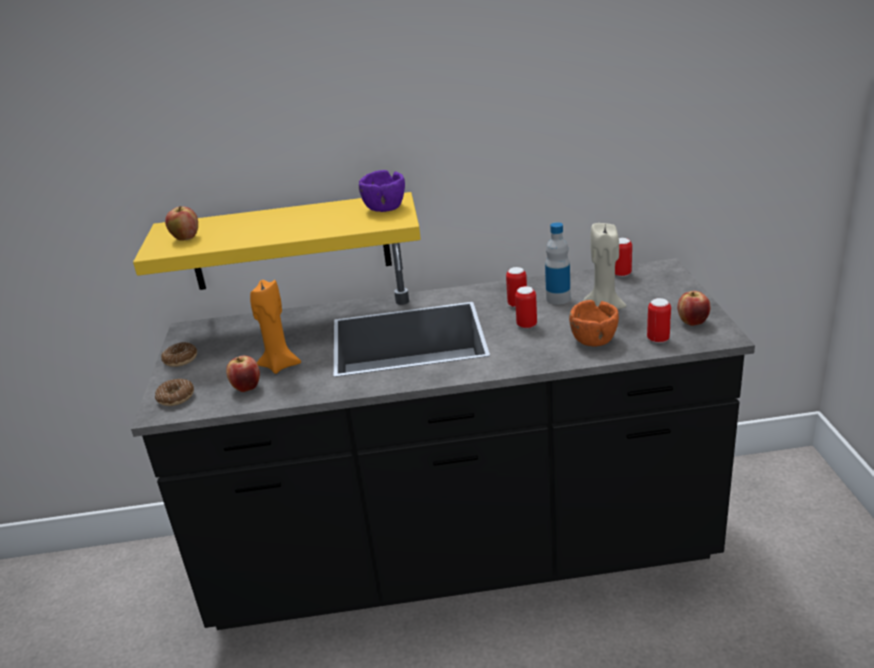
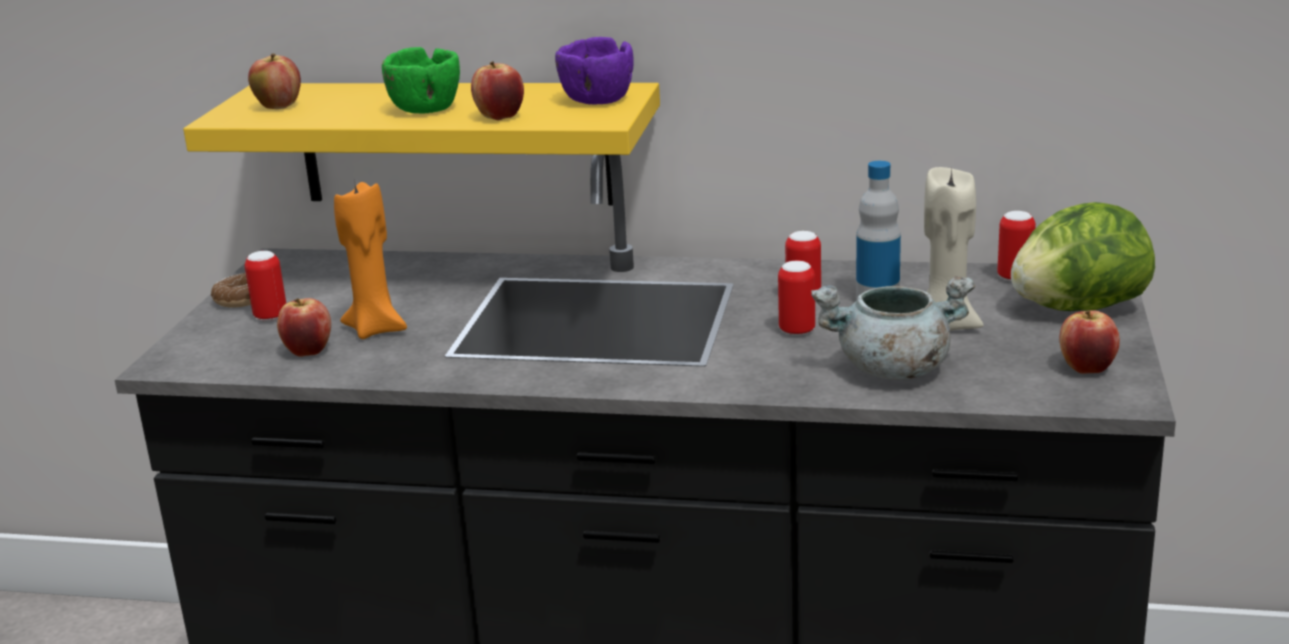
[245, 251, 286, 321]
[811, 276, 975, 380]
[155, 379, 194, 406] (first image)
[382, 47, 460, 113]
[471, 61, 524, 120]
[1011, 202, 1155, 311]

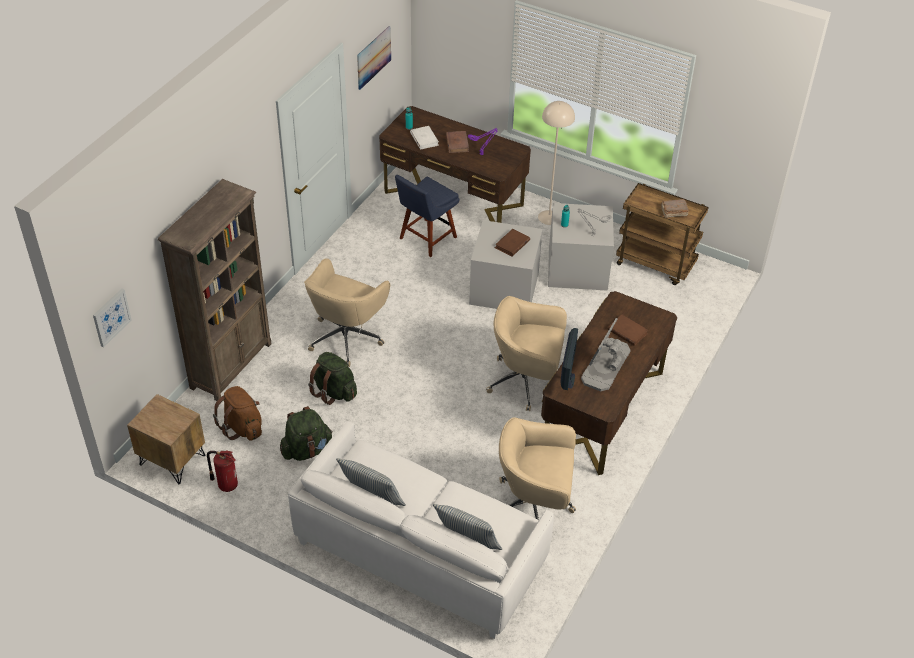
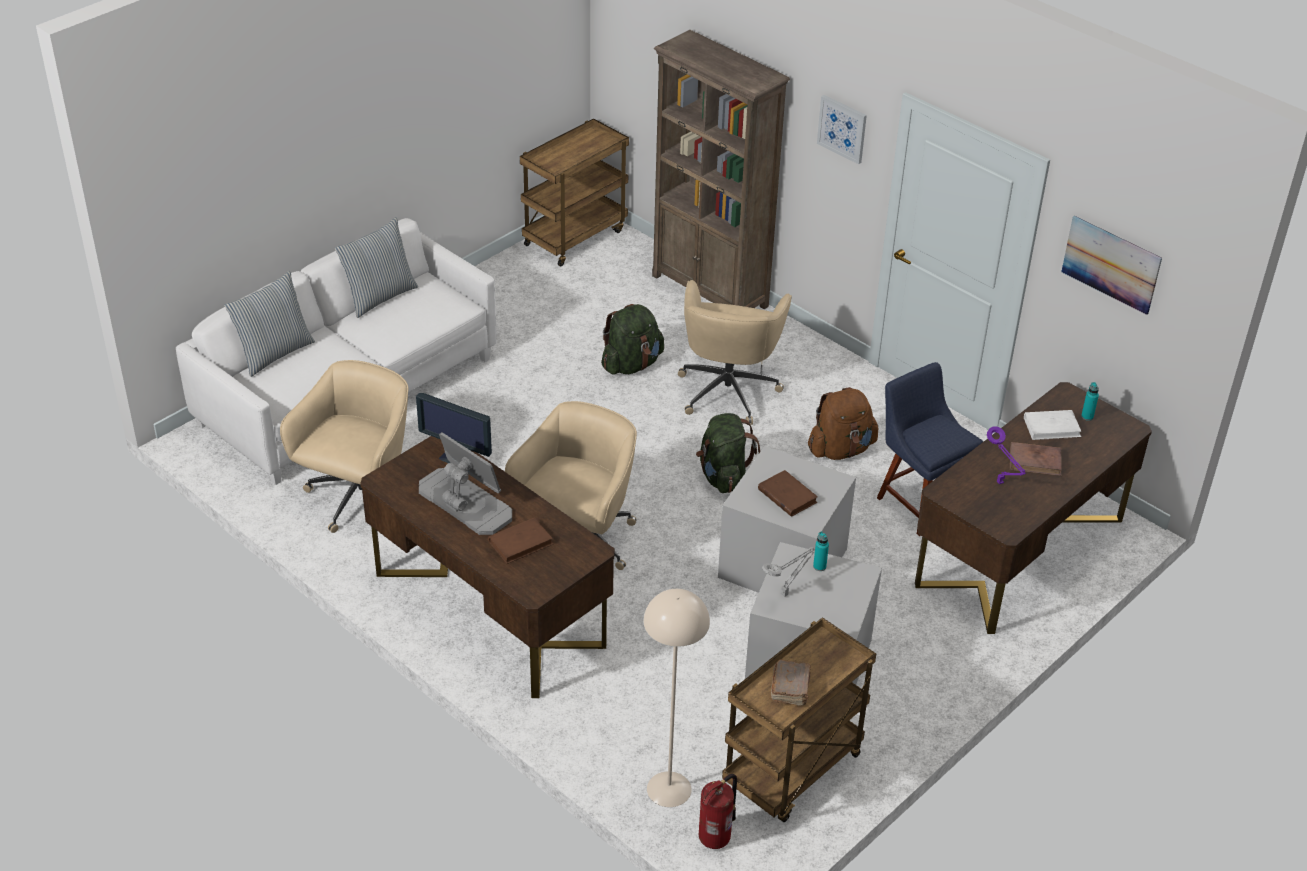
[643, 589, 710, 807]
[678, 280, 792, 425]
[817, 95, 867, 164]
[808, 387, 878, 460]
[520, 119, 629, 267]
[696, 413, 761, 493]
[699, 774, 737, 849]

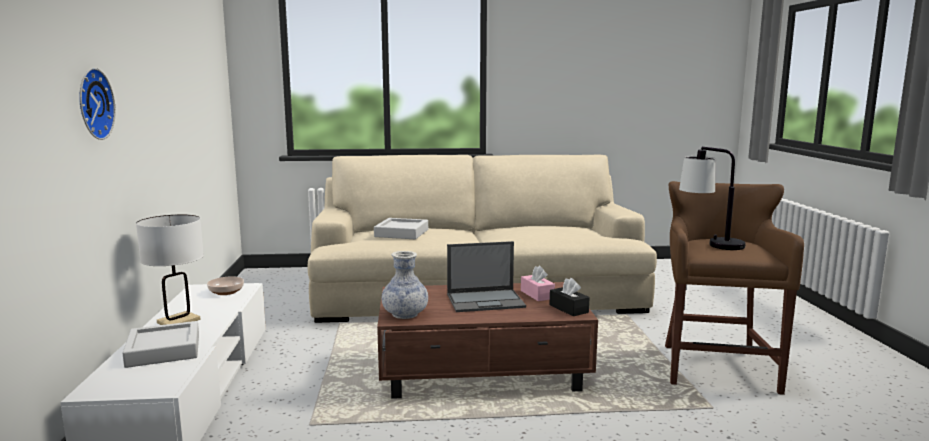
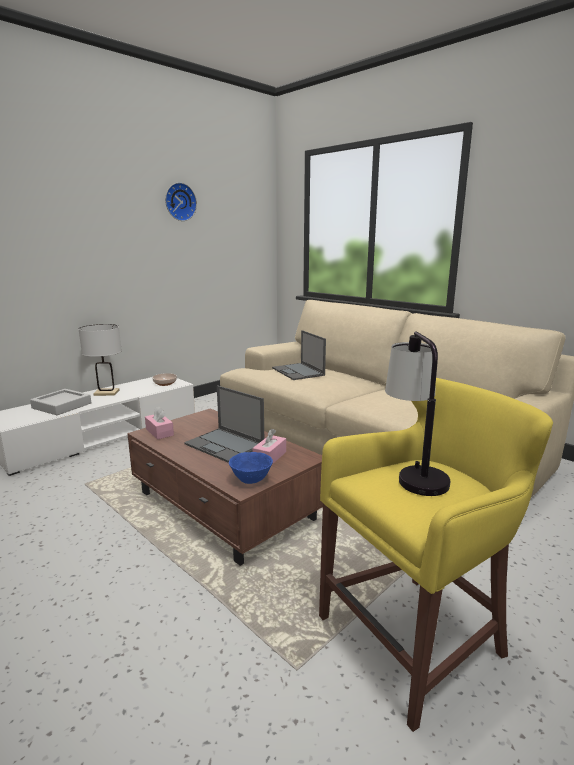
[165, 182, 197, 221]
[319, 378, 553, 732]
[272, 330, 326, 380]
[145, 406, 174, 440]
[229, 452, 273, 484]

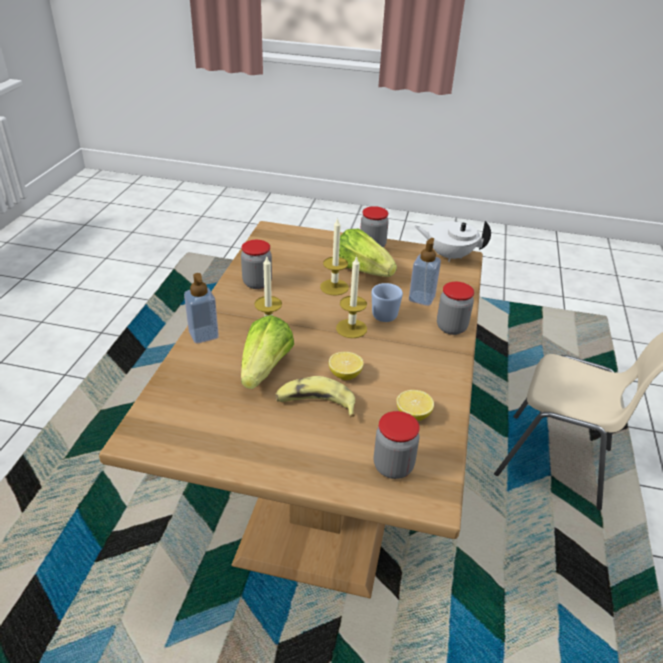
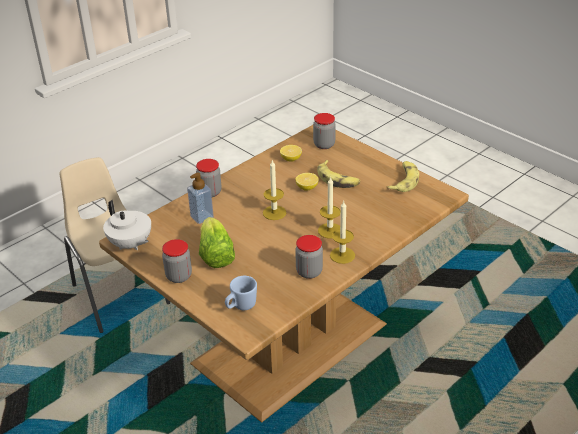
[330, 201, 355, 264]
[184, 273, 219, 344] (first image)
[225, 276, 257, 310]
[241, 315, 294, 389] (first image)
[386, 161, 419, 192]

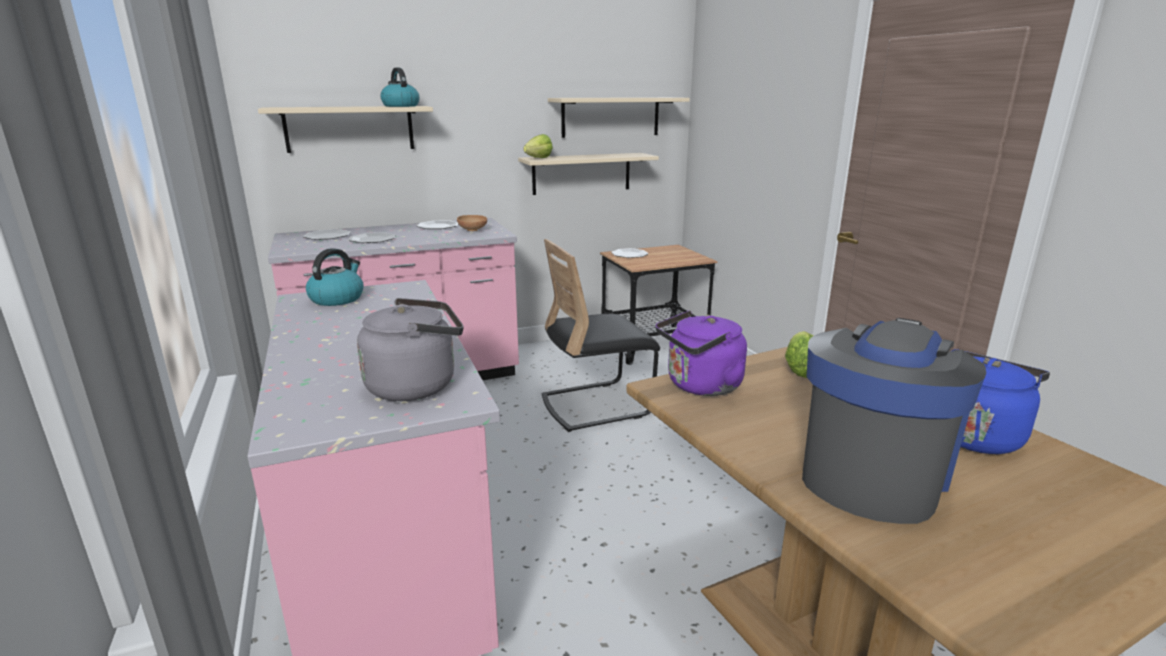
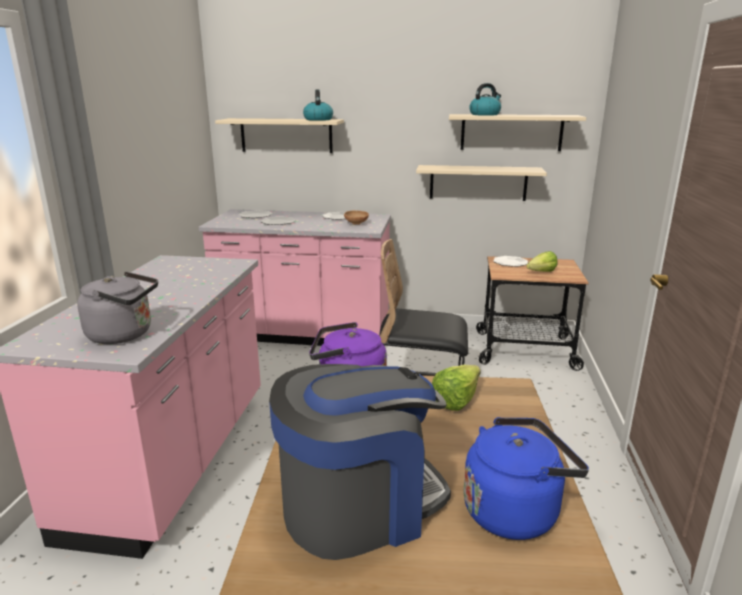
[527, 251, 558, 272]
[469, 83, 501, 116]

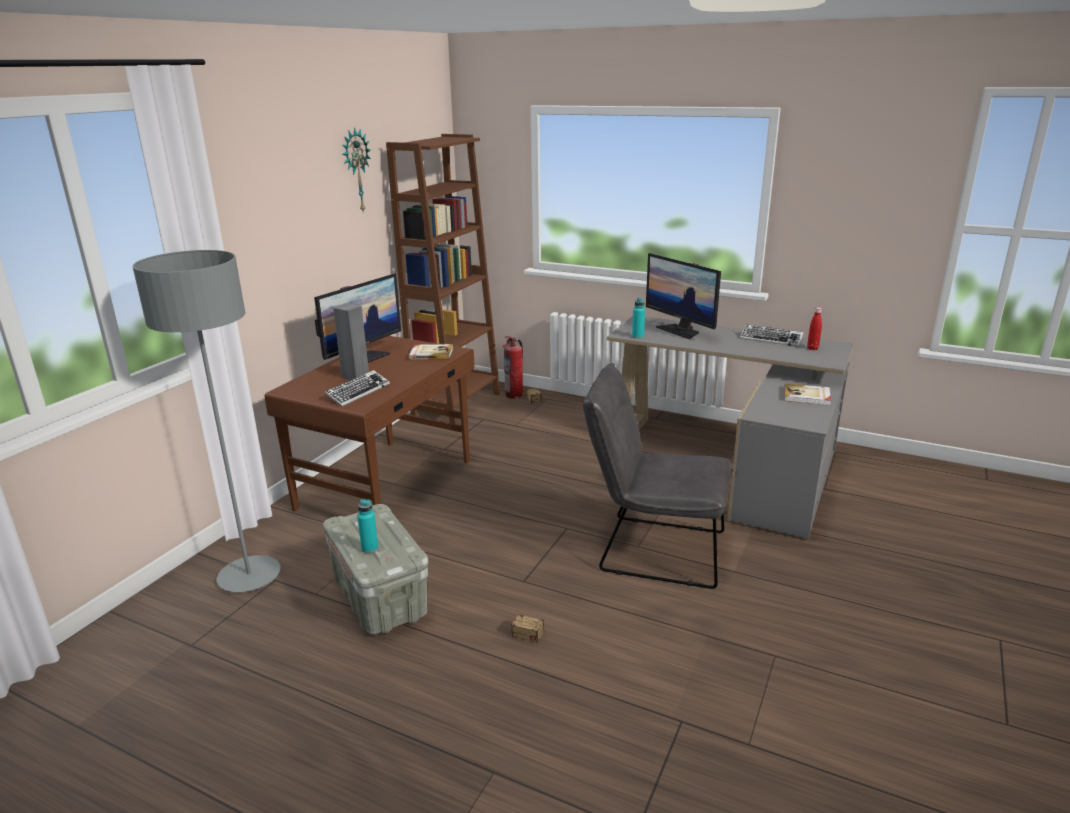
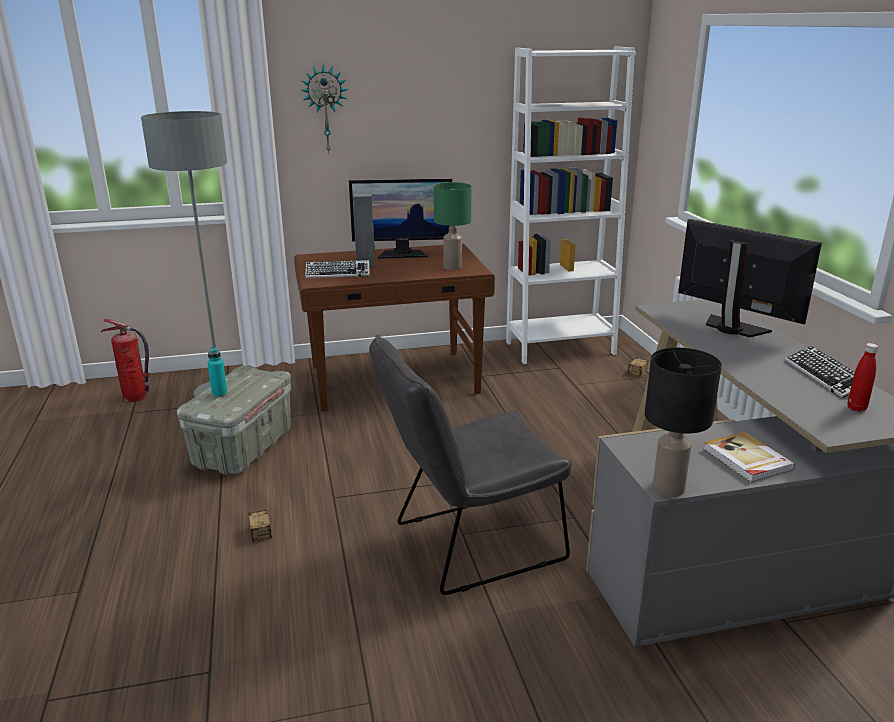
[300, 65, 349, 154]
[506, 47, 636, 364]
[678, 219, 822, 338]
[632, 298, 645, 339] (first image)
[101, 319, 149, 402]
[434, 182, 472, 270]
[369, 334, 573, 595]
[645, 348, 722, 497]

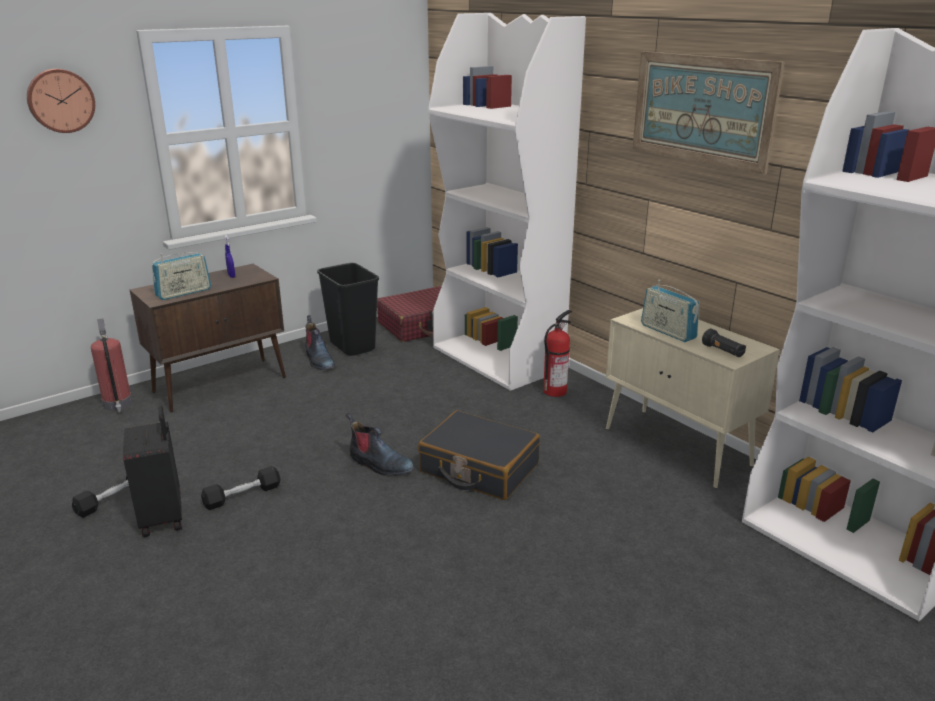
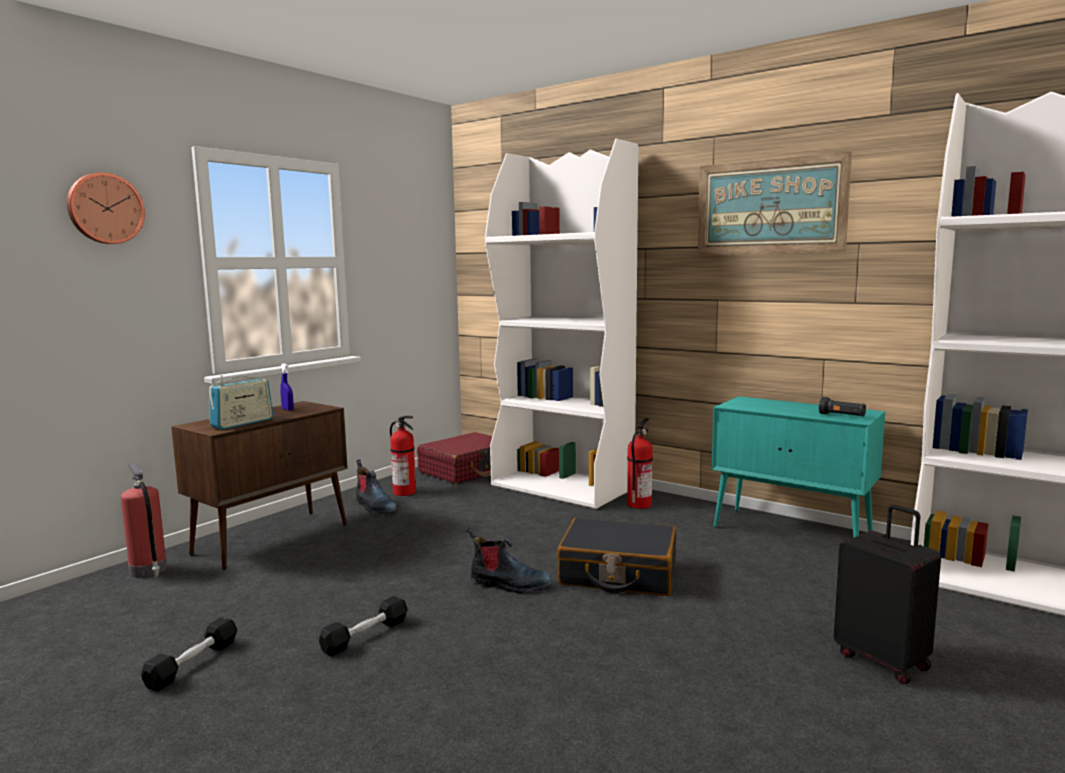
[390, 416, 416, 496]
[641, 280, 699, 342] (first image)
[712, 396, 885, 538]
[834, 505, 941, 684]

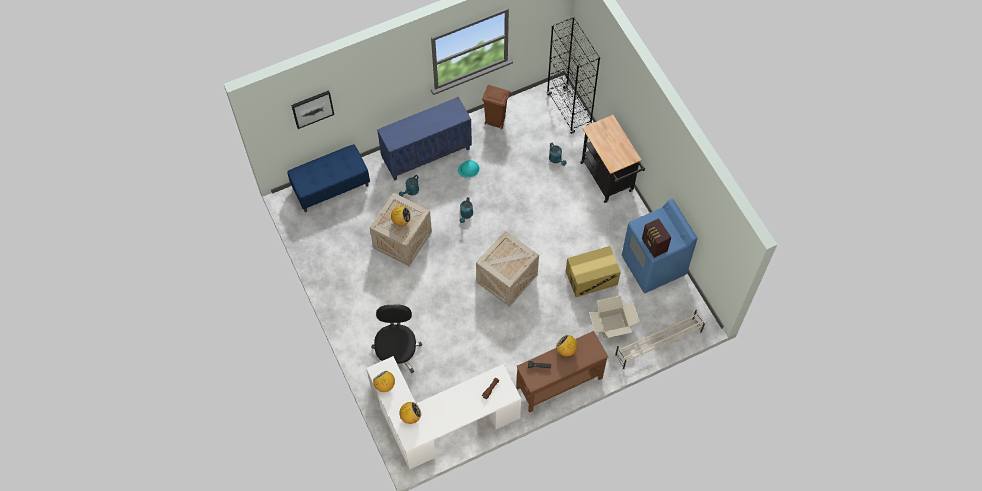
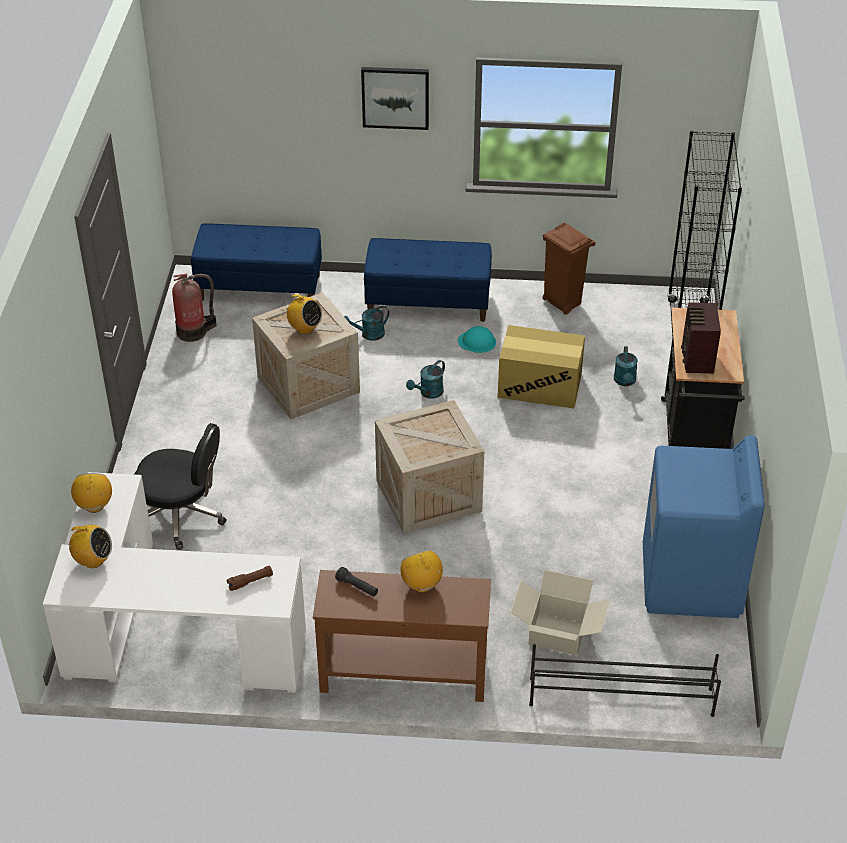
[361, 67, 429, 130]
[364, 238, 492, 322]
[681, 302, 721, 374]
[498, 325, 585, 409]
[134, 423, 227, 550]
[529, 644, 721, 717]
[172, 274, 217, 342]

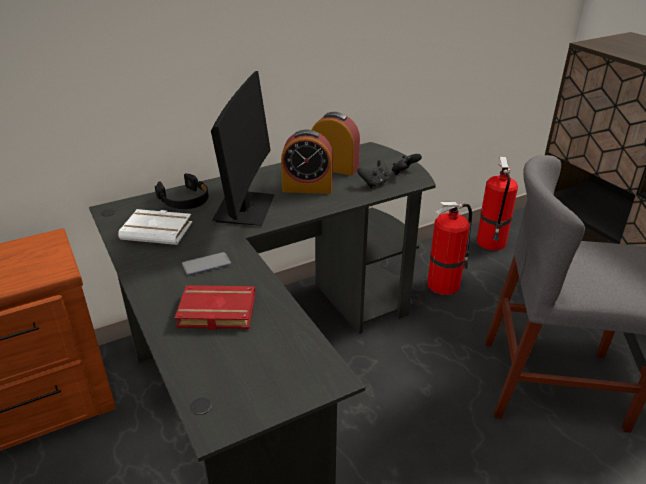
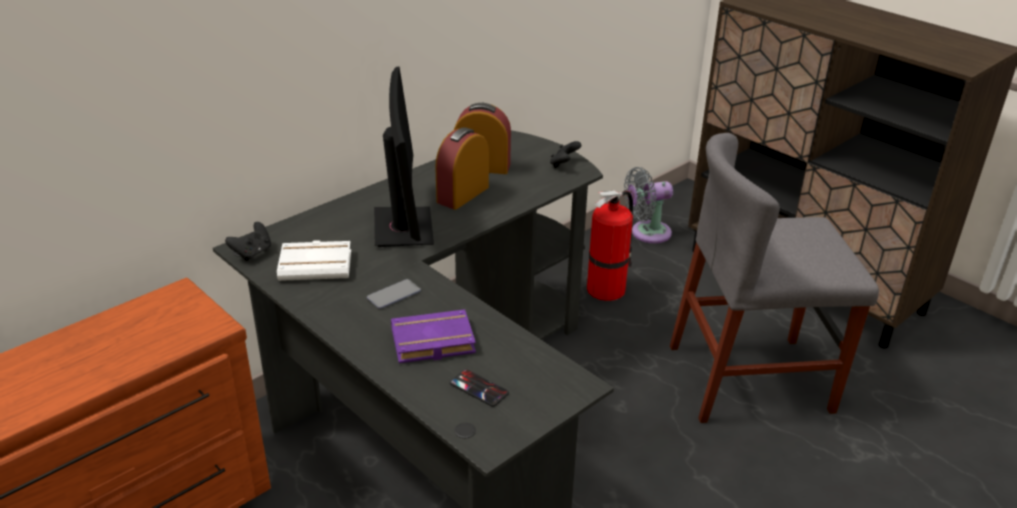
[435, 127, 489, 210]
[624, 167, 673, 243]
[225, 222, 271, 261]
[155, 173, 209, 209] (first image)
[391, 309, 476, 363]
[450, 369, 509, 407]

